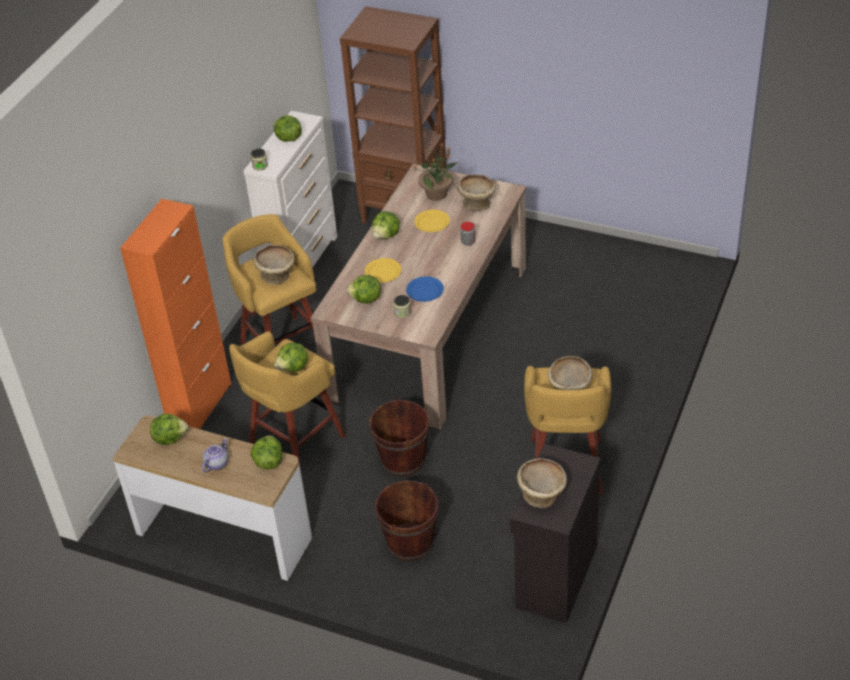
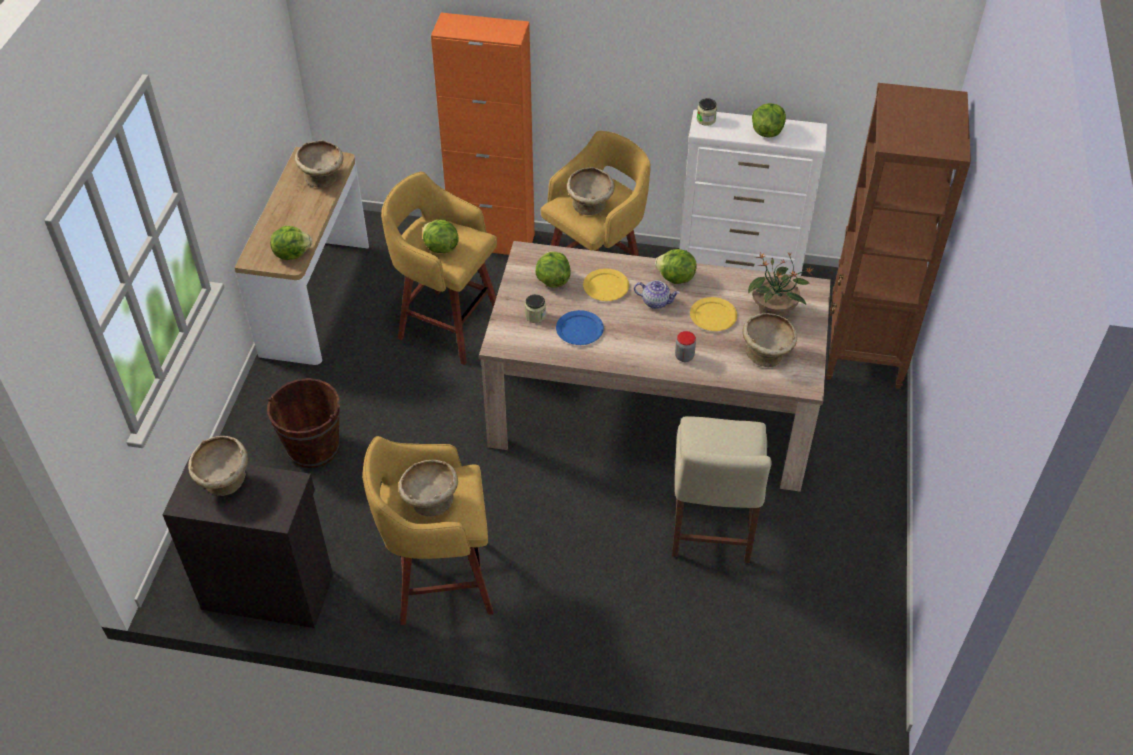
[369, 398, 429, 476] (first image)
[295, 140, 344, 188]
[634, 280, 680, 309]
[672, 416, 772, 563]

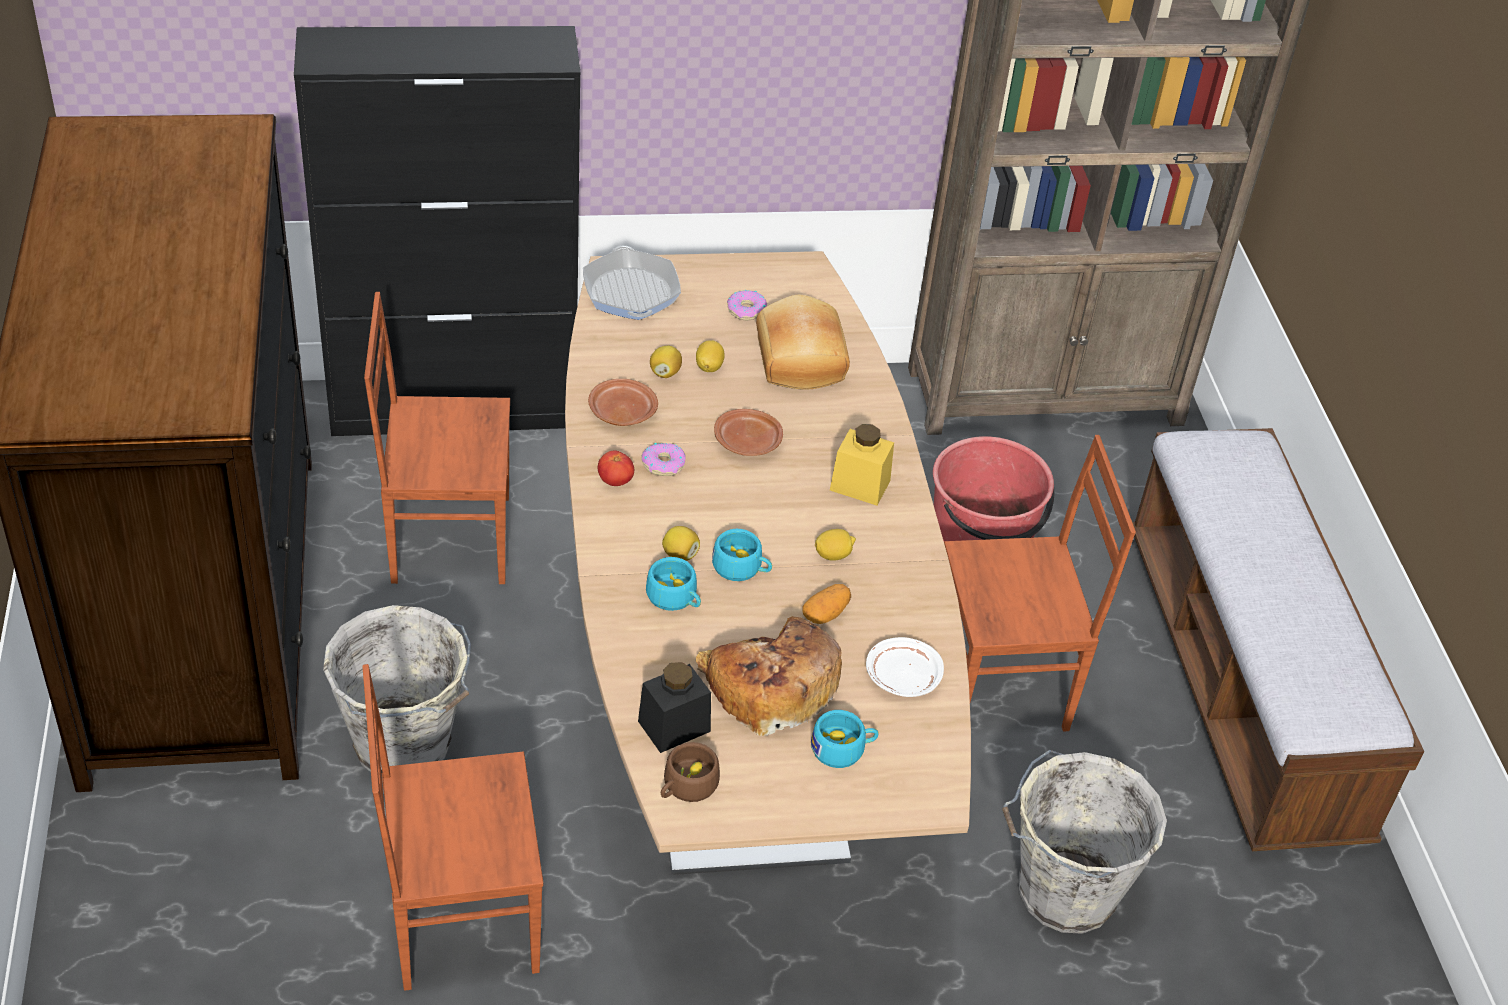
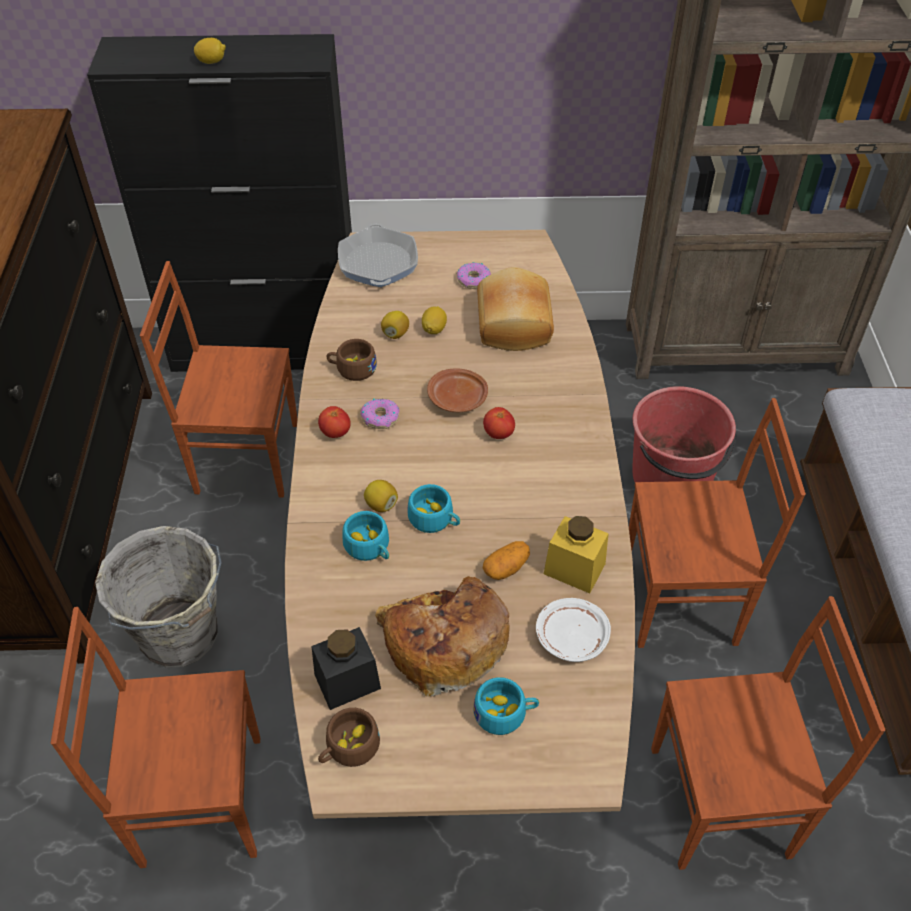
[326, 339, 377, 381]
[544, 516, 609, 593]
[194, 38, 226, 64]
[651, 596, 885, 870]
[483, 407, 515, 439]

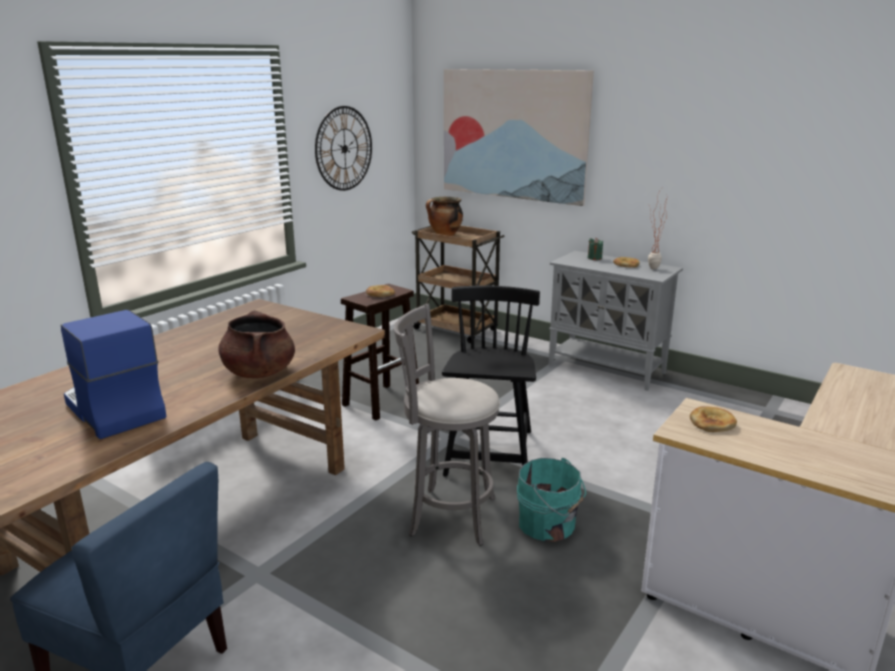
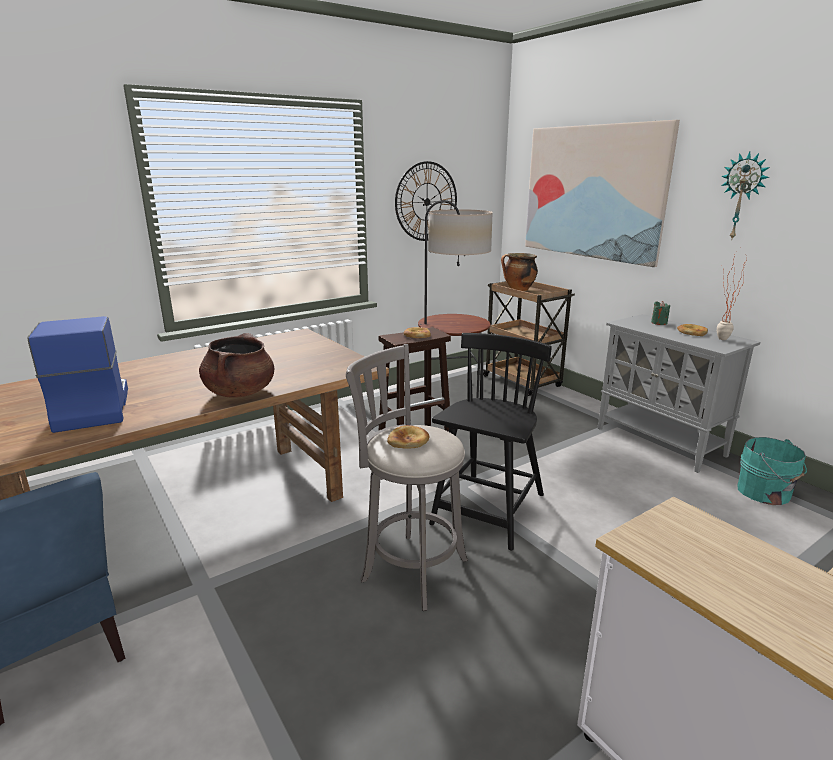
[387, 425, 429, 449]
[737, 437, 807, 505]
[721, 151, 770, 241]
[418, 200, 493, 398]

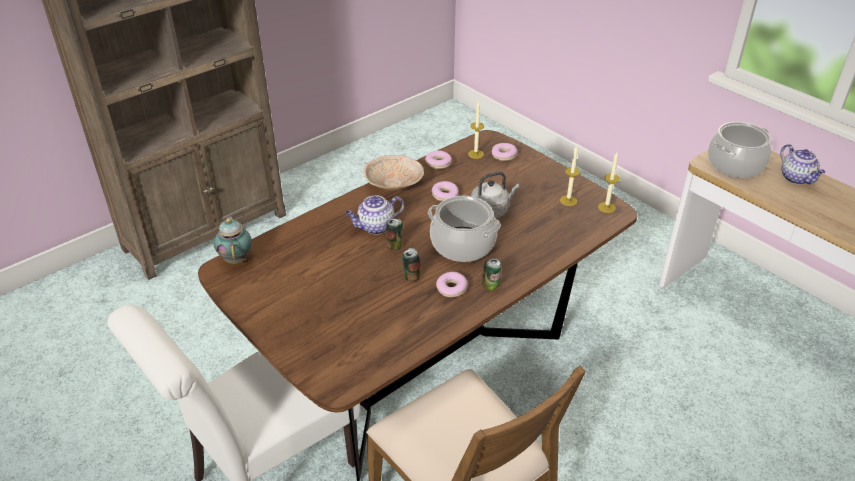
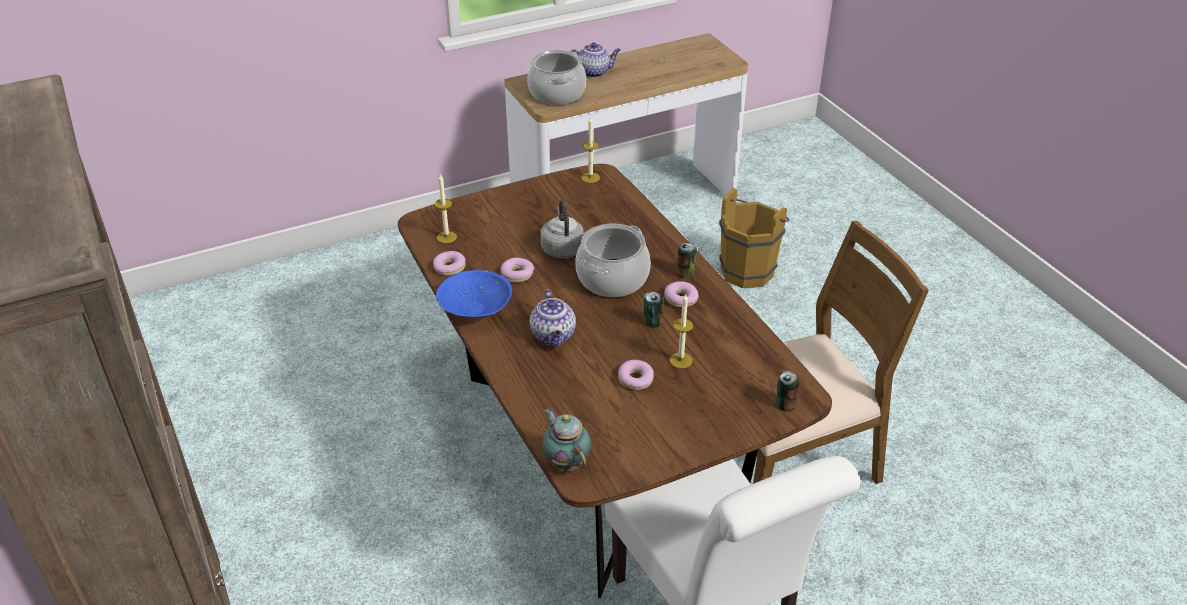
[618, 360, 654, 390]
[670, 293, 693, 368]
[436, 270, 512, 318]
[542, 408, 591, 472]
[777, 371, 799, 411]
[719, 188, 789, 288]

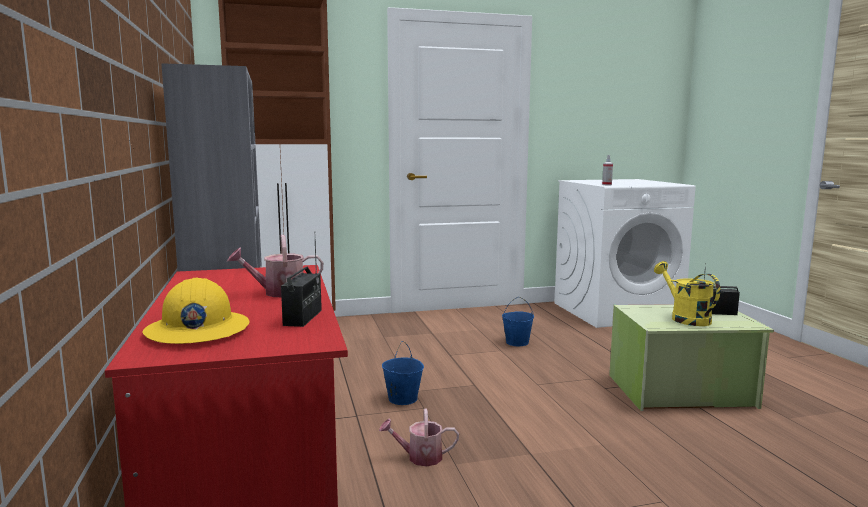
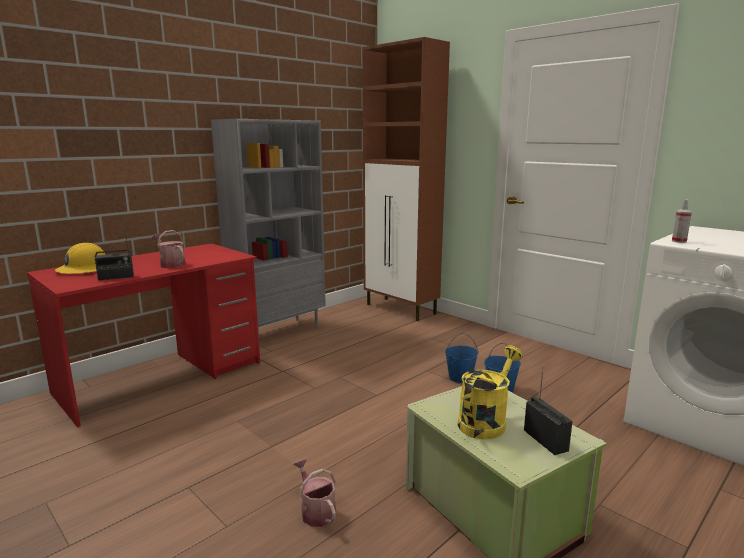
[445, 333, 479, 383]
[293, 459, 336, 527]

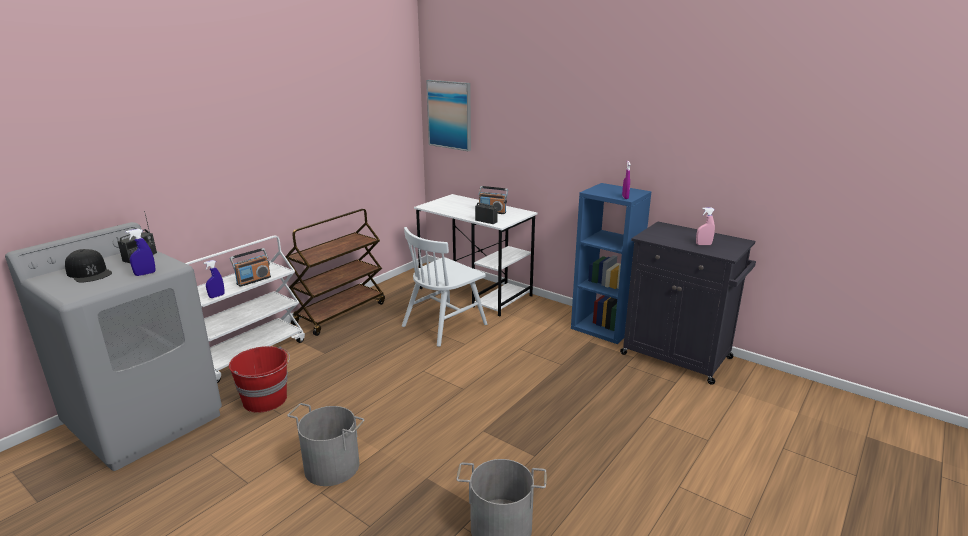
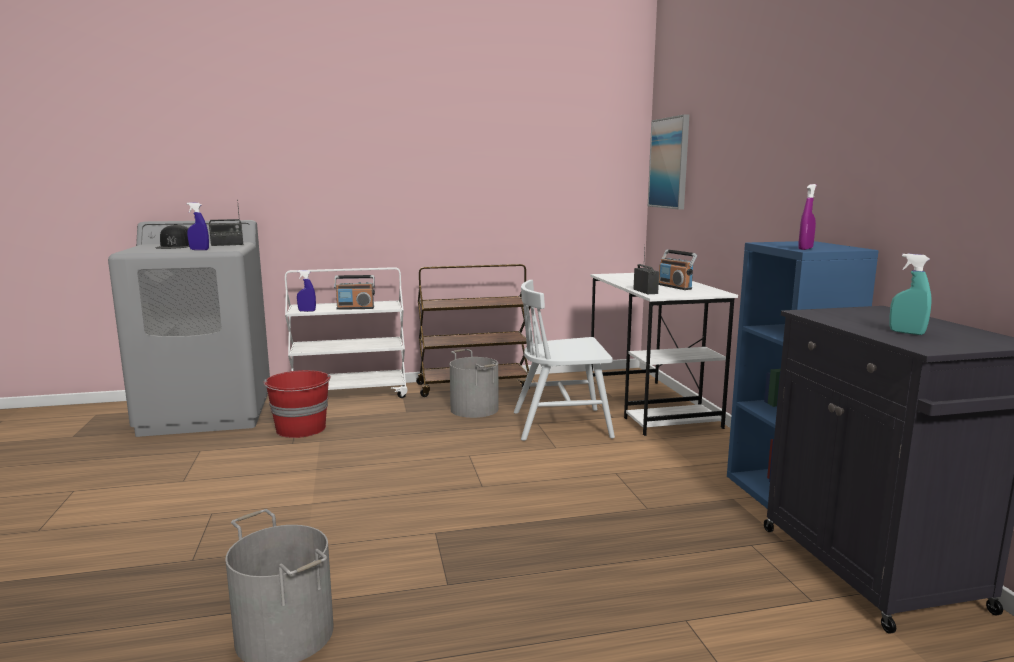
[889, 254, 932, 335]
[450, 349, 498, 418]

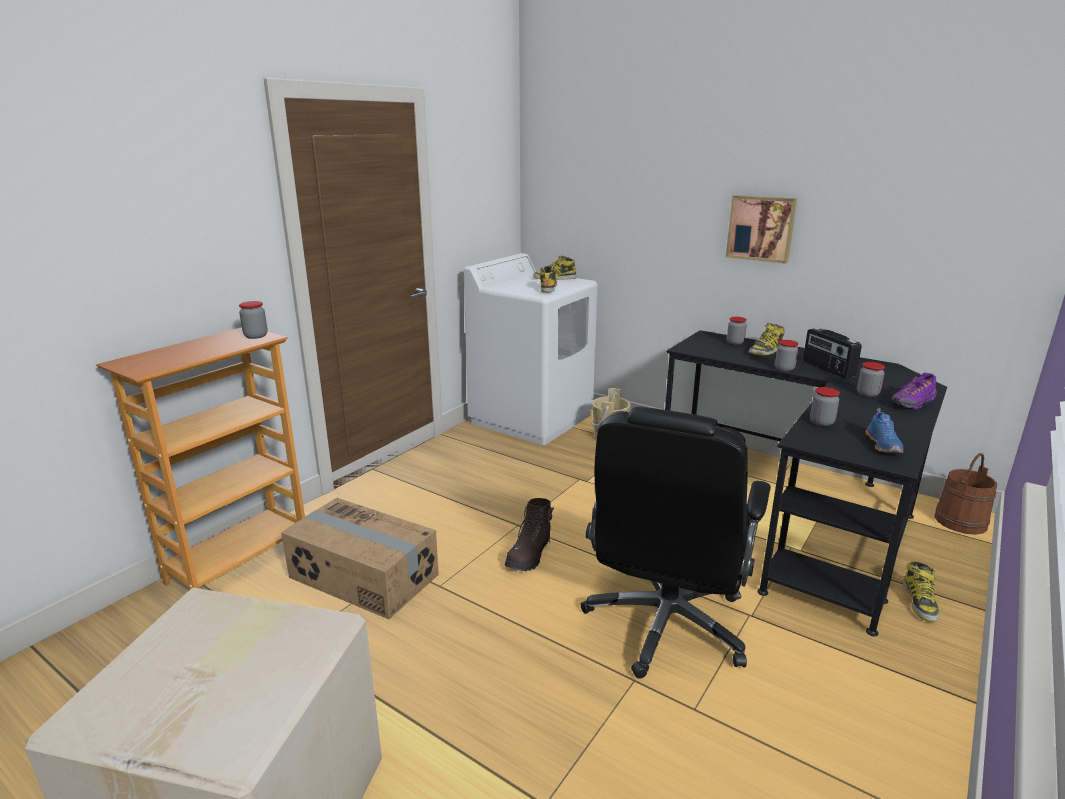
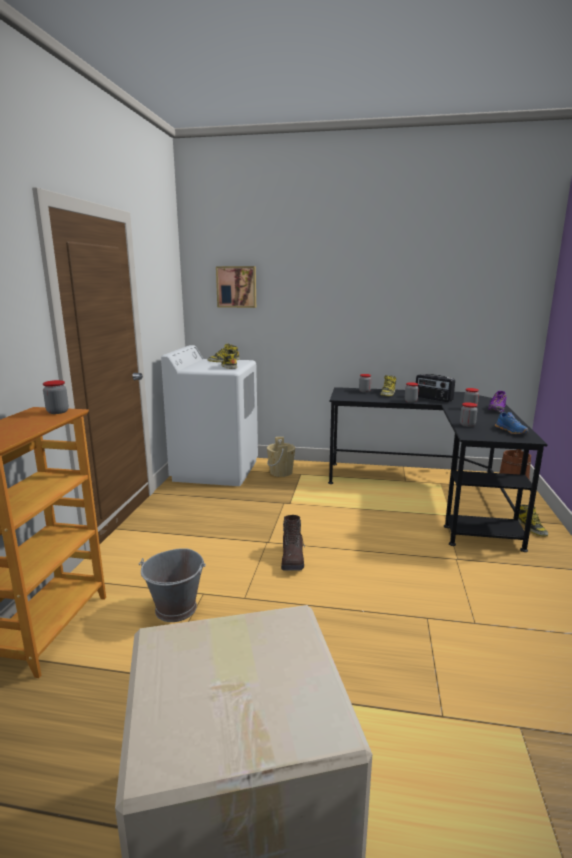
[216, 266, 256, 308]
[581, 407, 771, 679] (first image)
[139, 548, 206, 622]

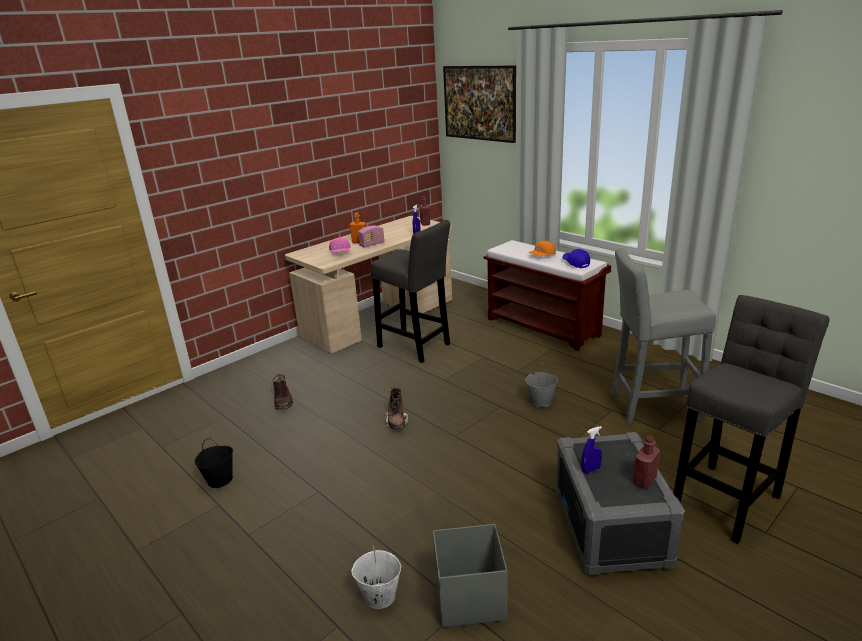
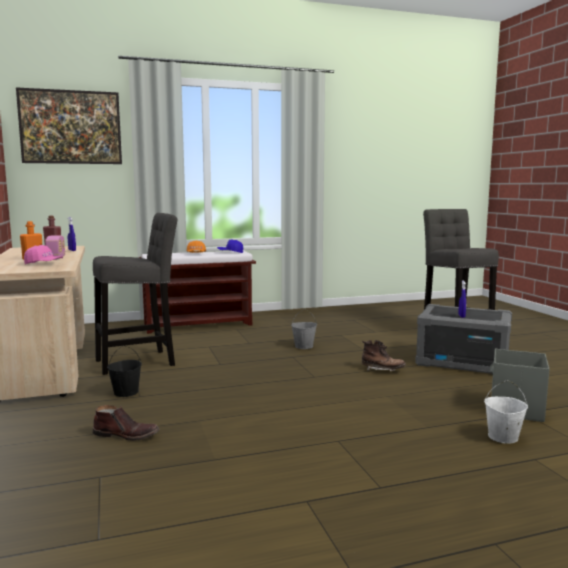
[612, 248, 716, 424] (first image)
[362, 340, 406, 371]
[633, 435, 660, 489] (first image)
[107, 345, 142, 397]

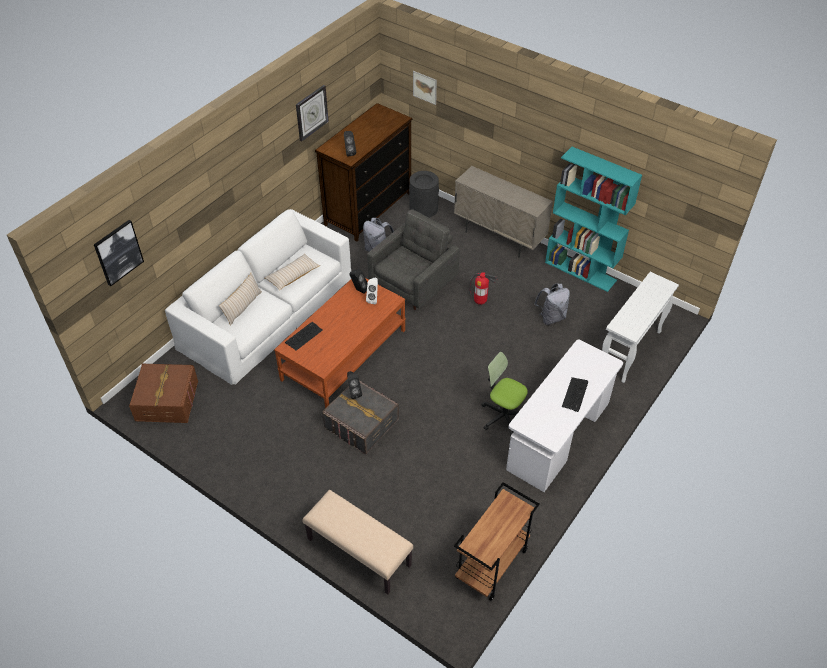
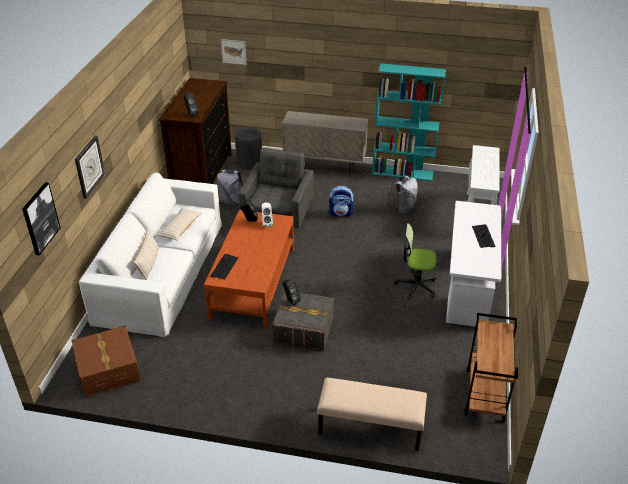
[75, 136, 105, 199]
[329, 186, 354, 217]

